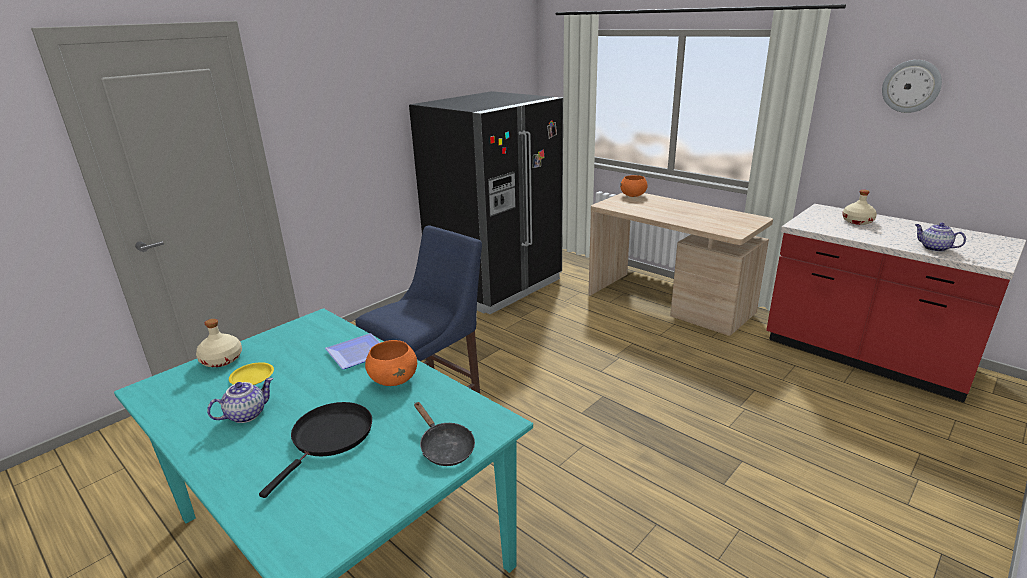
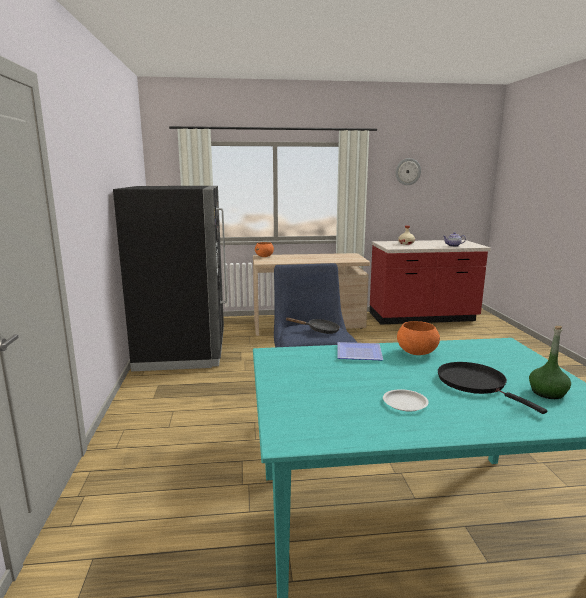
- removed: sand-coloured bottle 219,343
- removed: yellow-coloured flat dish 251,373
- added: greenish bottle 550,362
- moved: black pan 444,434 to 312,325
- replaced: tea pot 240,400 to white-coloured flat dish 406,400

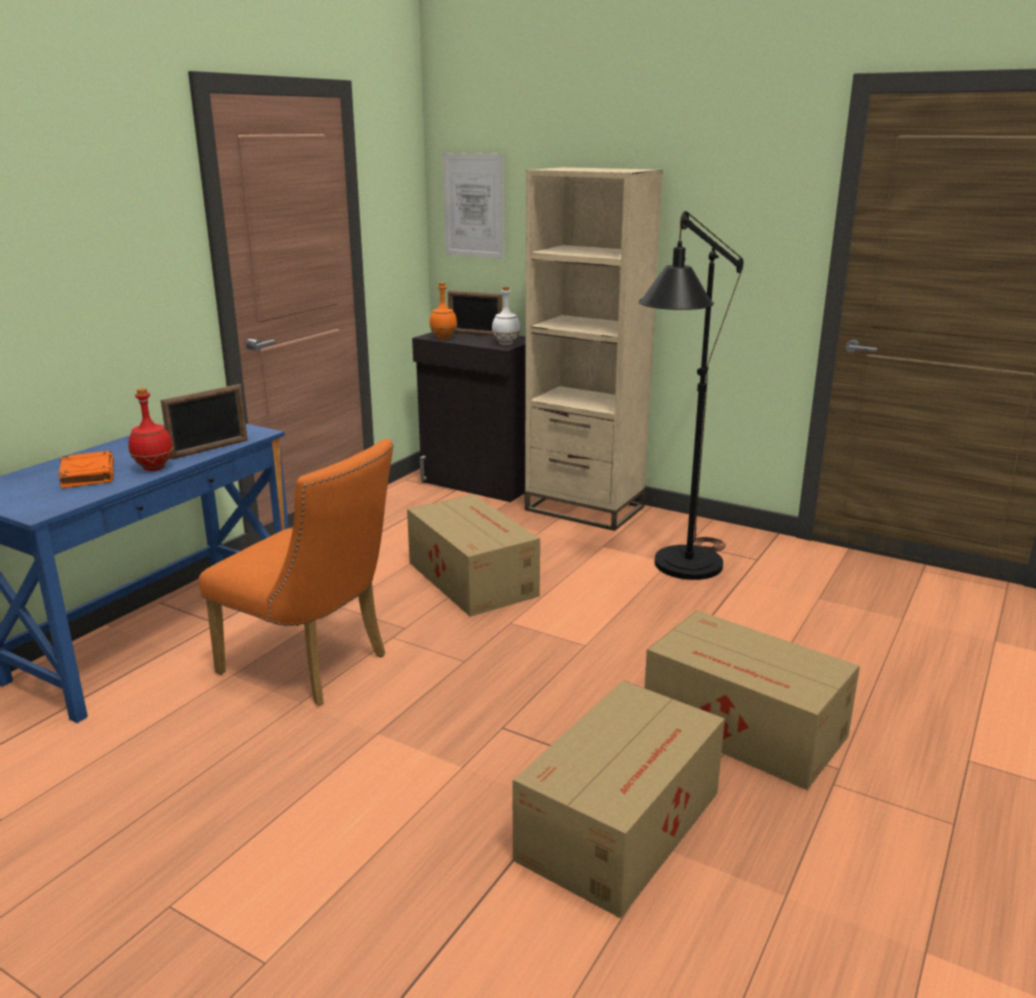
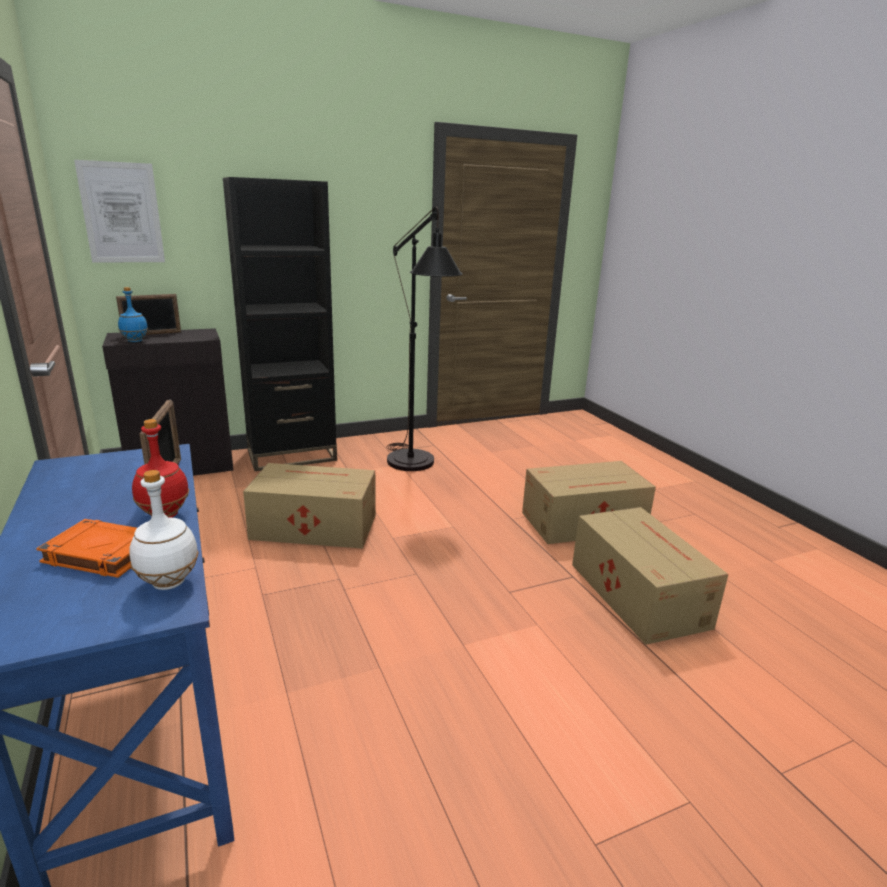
- removed: orangey upright chair 296,572
- moved: white-coloured bottle 506,315 to 164,530
- recoloured: orangey bottle 443,310 to bluish bottle 133,314
- recoloured: sand-coloured shelving unit 594,349 to black shelving unit 280,324

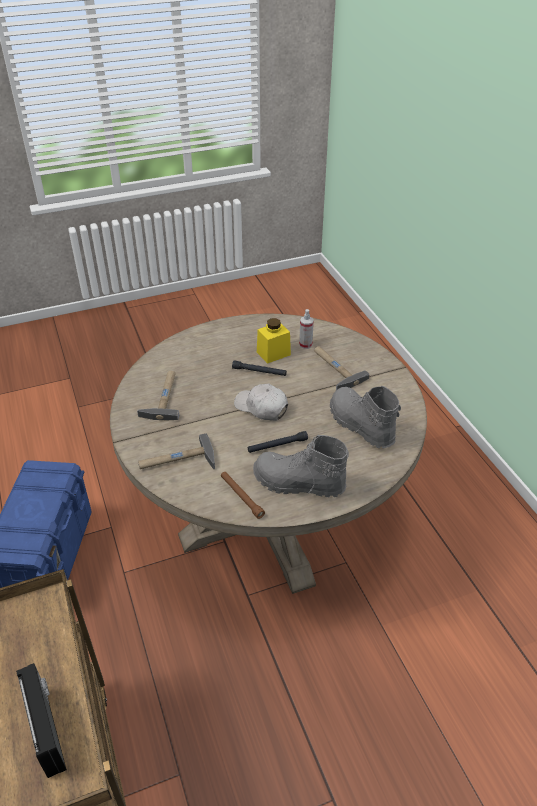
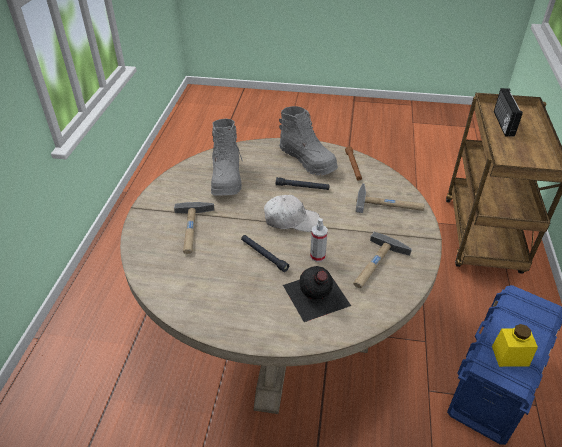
- added: black bottle 317,294
- moved: yellow-coloured storage jar 274,341 to 515,345
- moved: hand sprayer 306,329 to 319,240
- turned: white-coloured cap 261,402 = 292,213 60 degrees counterclockwise

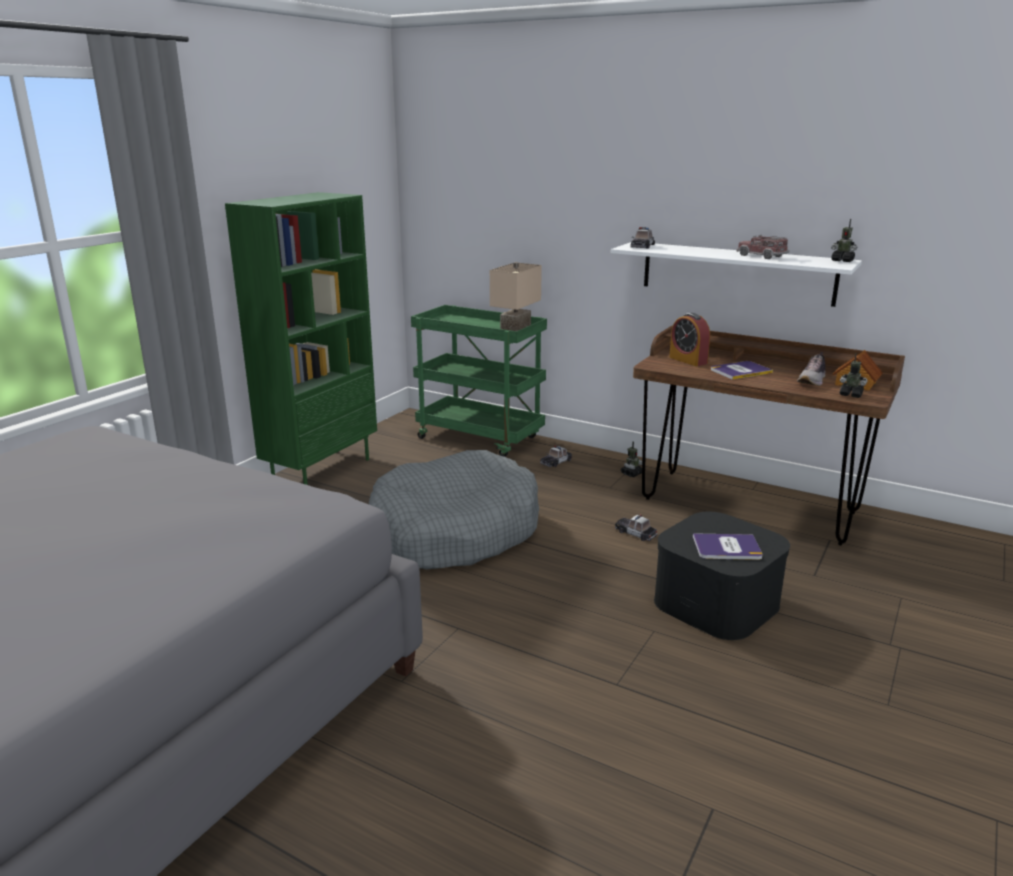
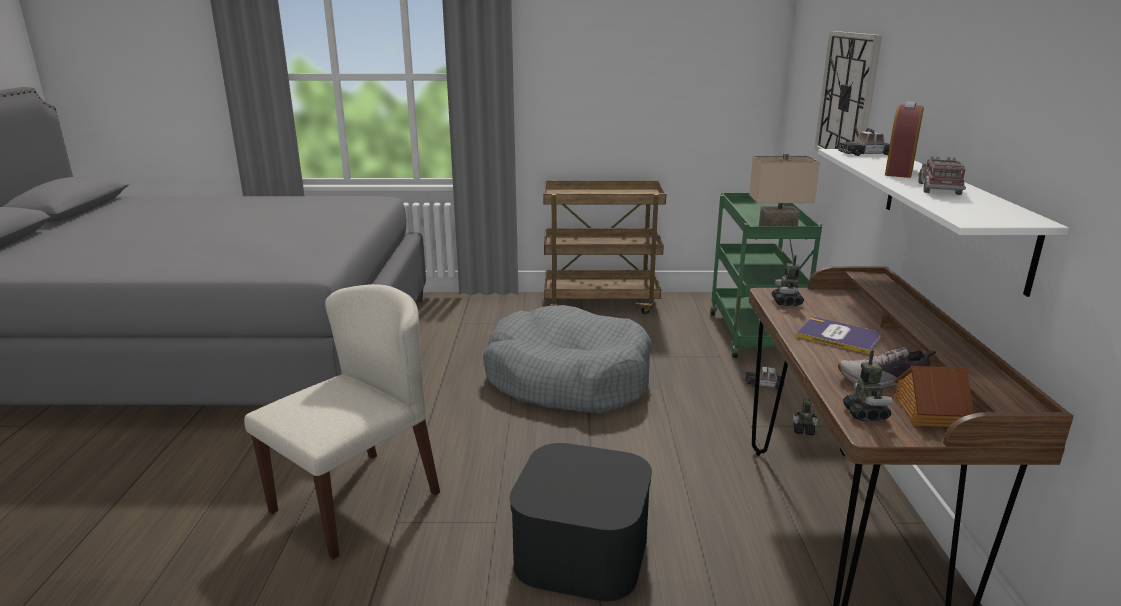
- removed: model car 636,527
- removed: book 728,546
- added: sand-coloured upright chair 342,422
- added: wall clock 848,91
- moved: alarm clock 689,339 to 904,139
- moved: model robot 844,240 to 787,280
- replaced: greenish shelving unit 301,338 to brown trolley 604,247

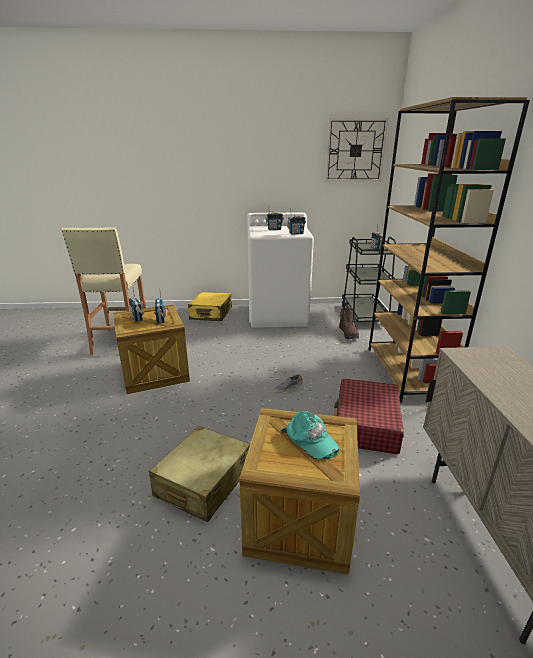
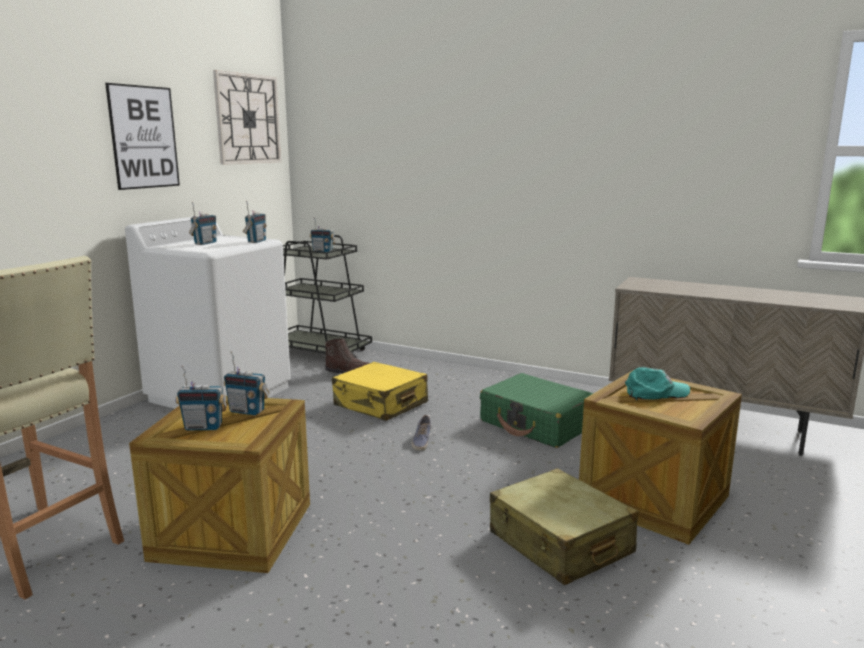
- removed: brown shelving unit 449,249
- added: wall art 142,136
- moved: yellow-coloured travel case 210,306 to 380,391
- recoloured: reddish travel case 369,416 to greenish travel case 536,410

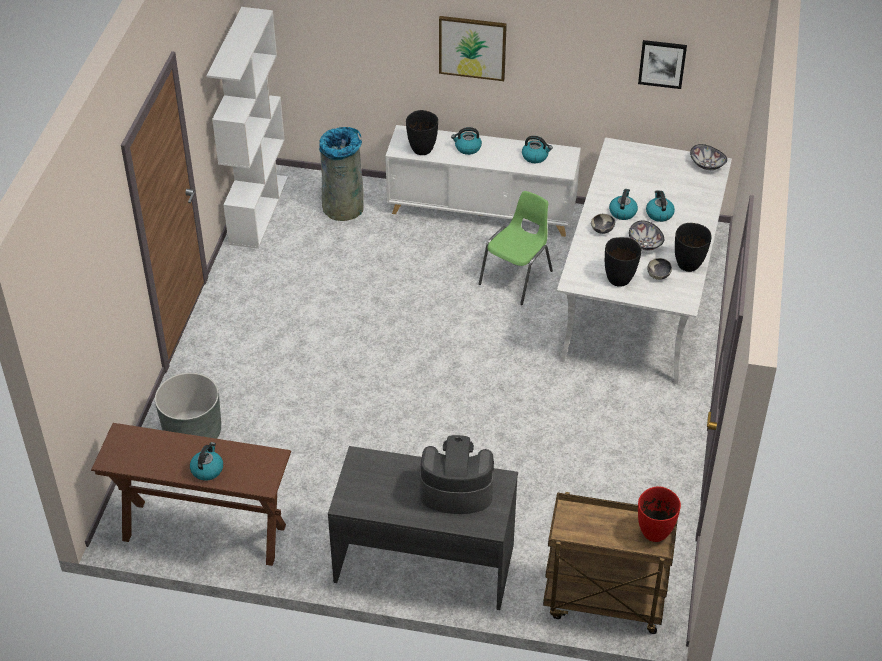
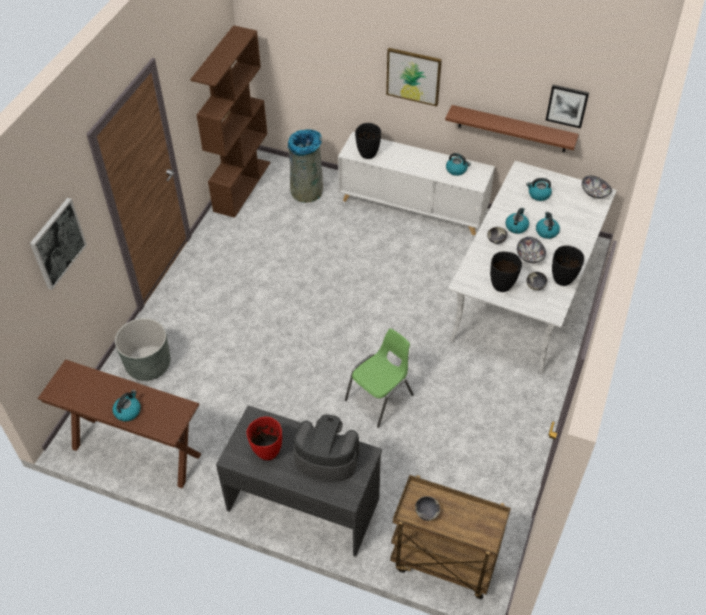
- added: wall art 58,244
- added: serving bowl 427,508
- added: brown shelf 512,128
- moved: water kettle 466,141 to 539,189
- moved: greenish upright chair 516,248 to 379,378
- moved: reddish flower vase 659,514 to 264,438
- recoloured: white-coloured shelving unit 247,128 to brown shelving unit 230,121

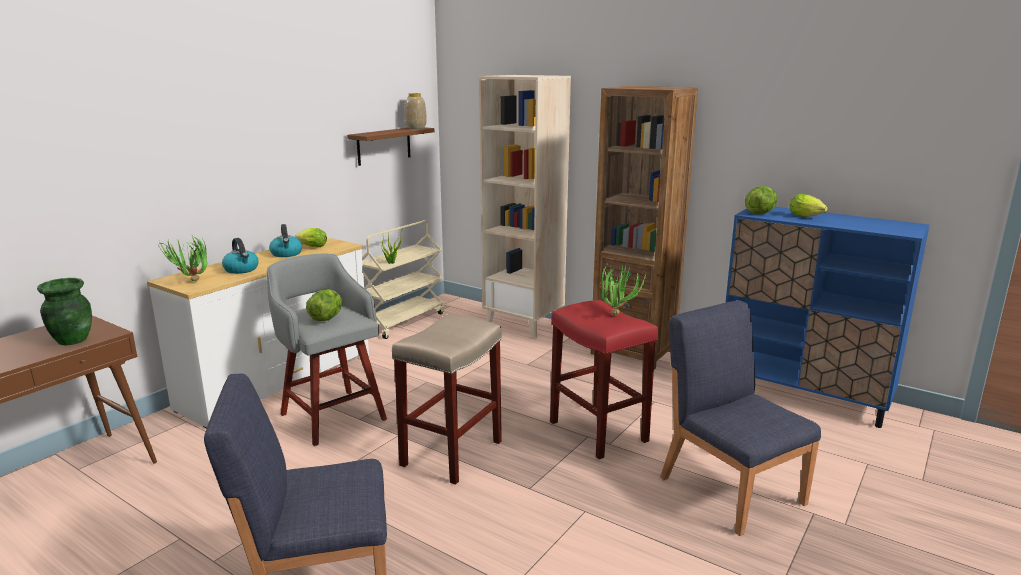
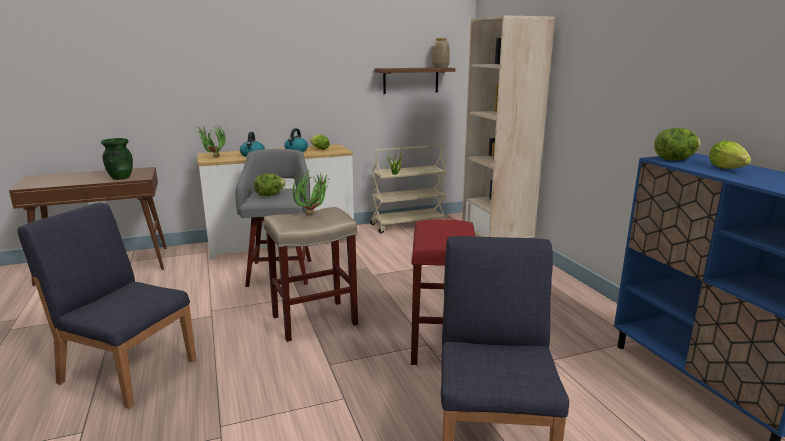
- removed: brown shelving unit 644,228
- moved: plant in a pot 624,290 to 310,193

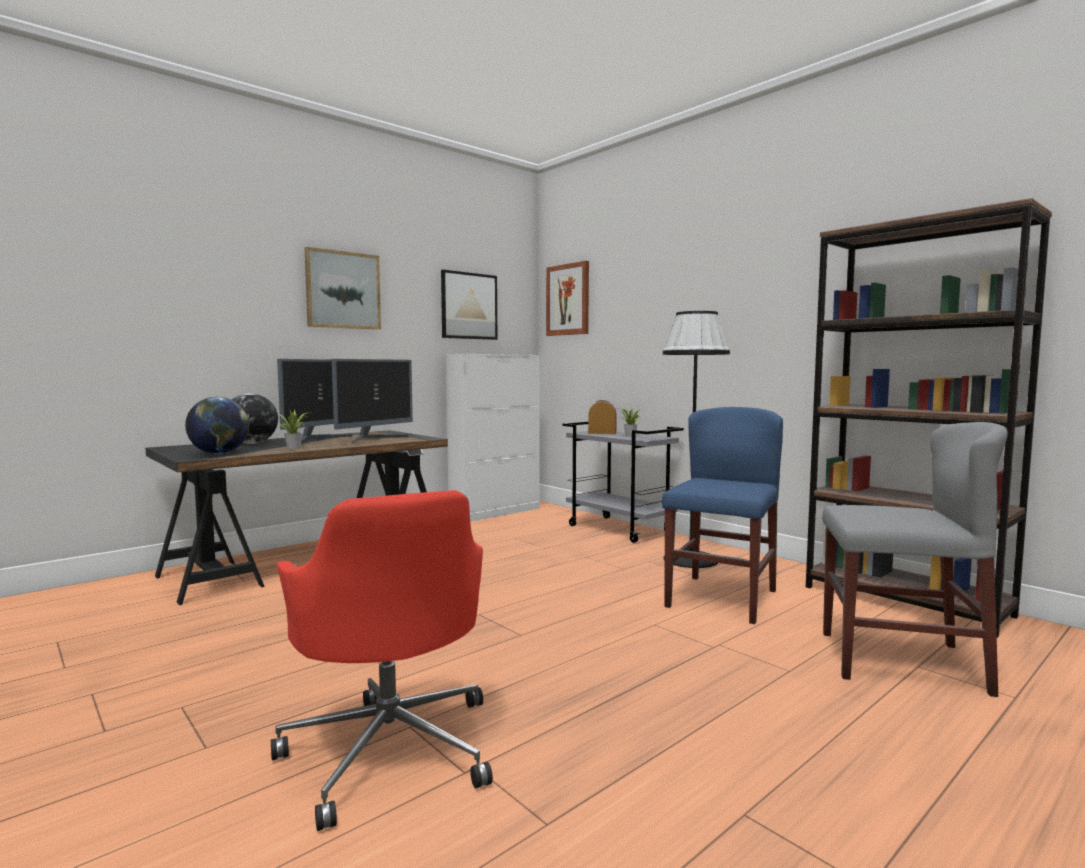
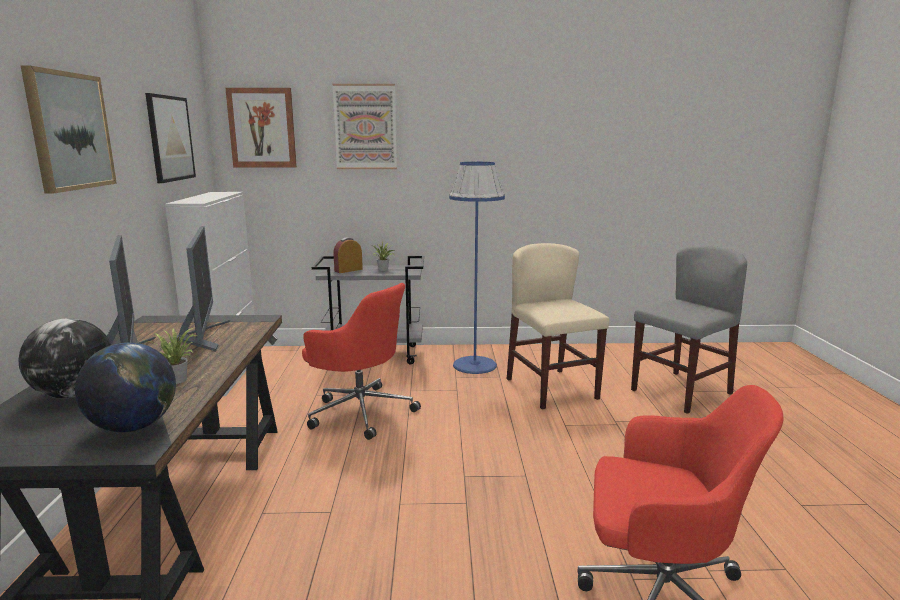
- removed: brown shelving unit 929,418
- added: reddish desk chair 361,361
- added: wall art 364,126
- recoloured: bluish upright chair 722,515 to sand-coloured upright chair 558,326
- recoloured: black standing lamp 696,439 to bluish standing lamp 477,268

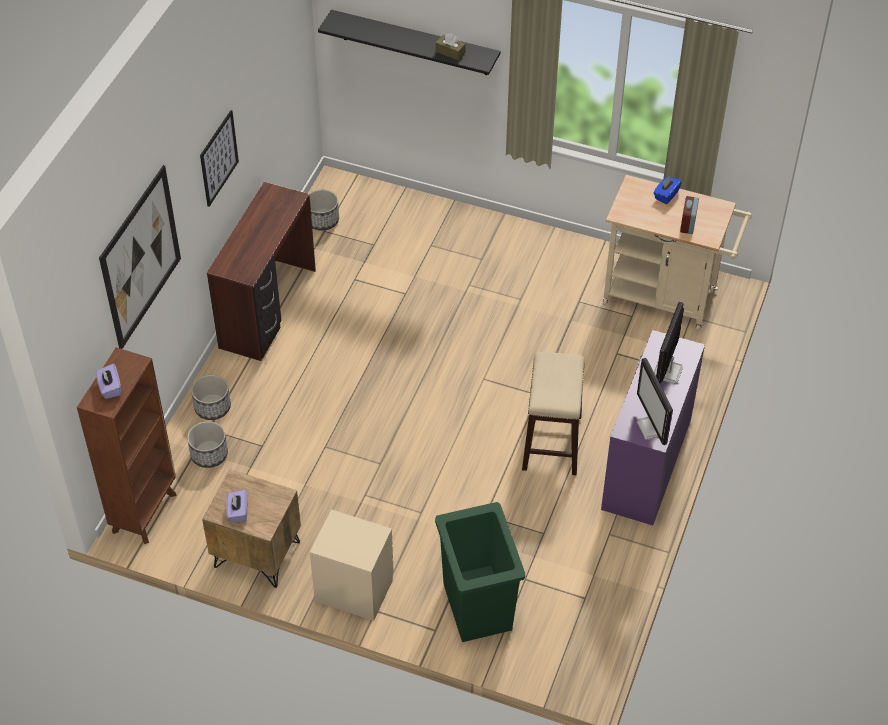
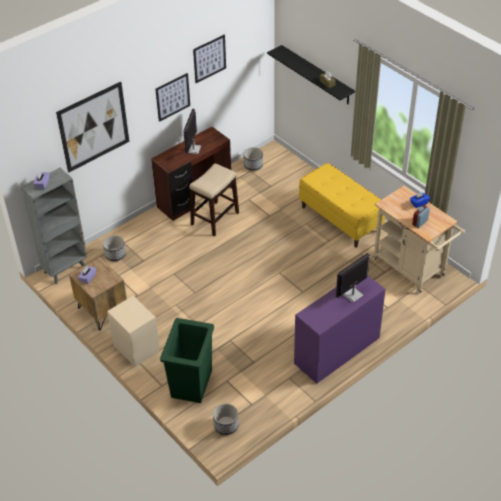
- added: wall art 209,59
- added: yellow-coloured bench 342,205
- moved: flower pot 211,397 to 226,419
- moved: stool seat 553,413 to 214,200
- moved: computer screen 655,401 to 192,131
- recoloured: brown shelving unit 127,445 to gray shelving unit 54,226

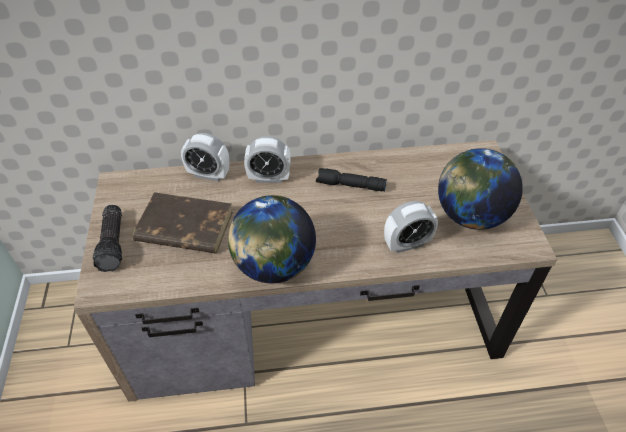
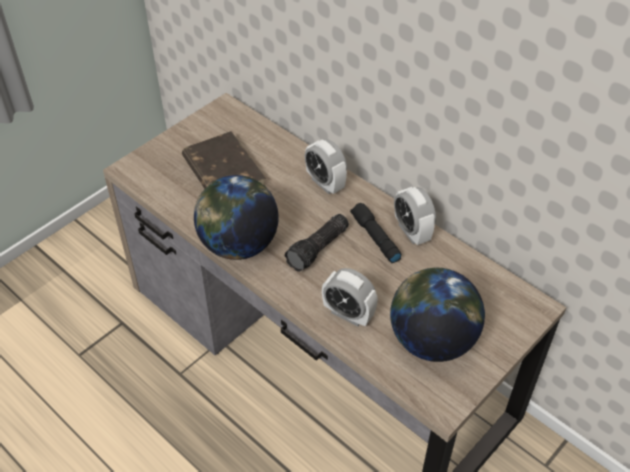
- moved: hand torch 107,238 to 317,243
- moved: alarm clock 205,157 to 415,216

